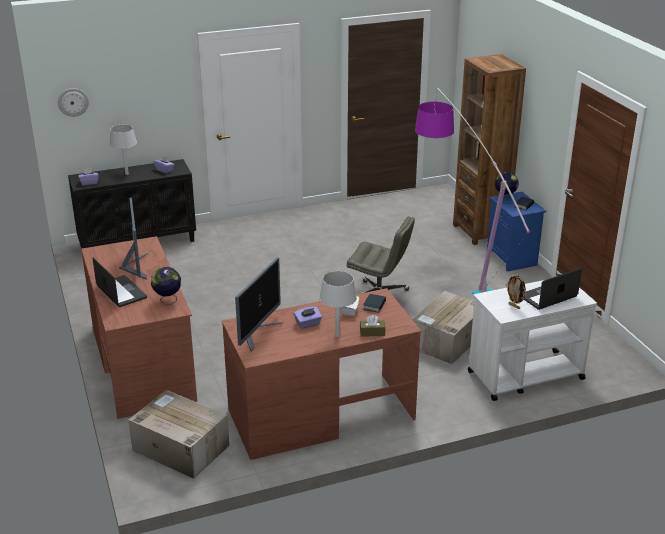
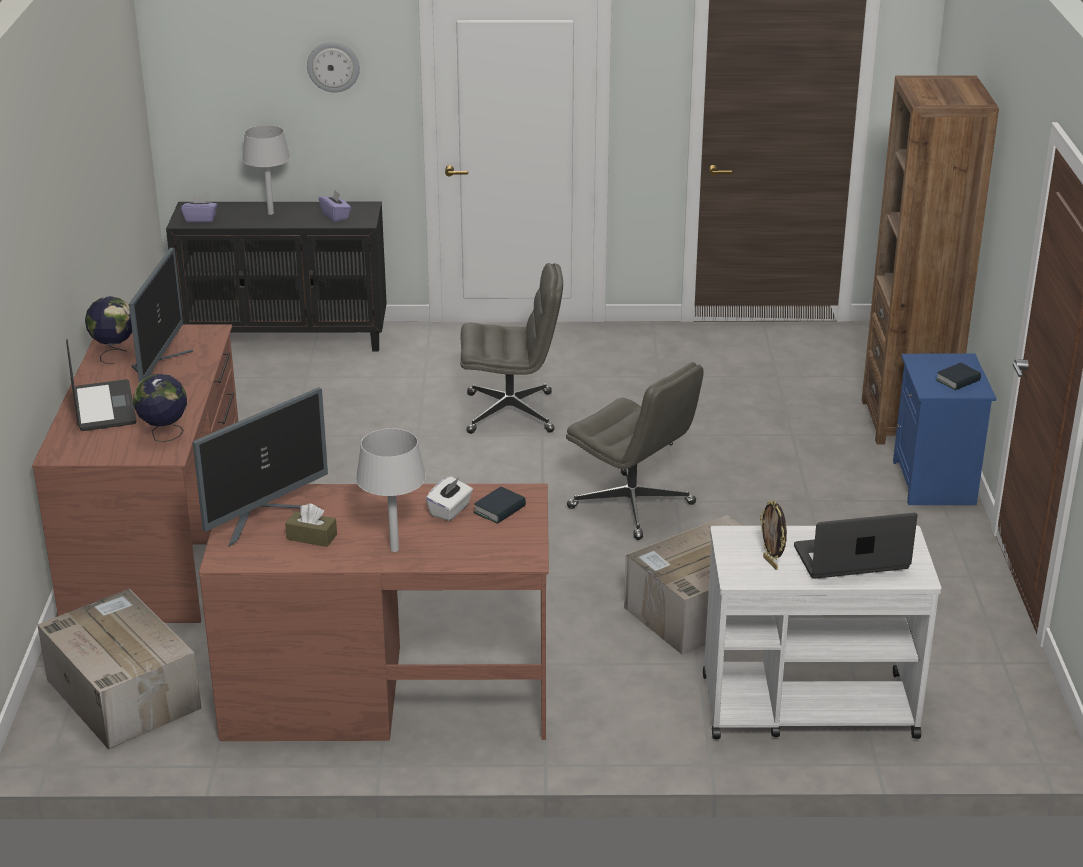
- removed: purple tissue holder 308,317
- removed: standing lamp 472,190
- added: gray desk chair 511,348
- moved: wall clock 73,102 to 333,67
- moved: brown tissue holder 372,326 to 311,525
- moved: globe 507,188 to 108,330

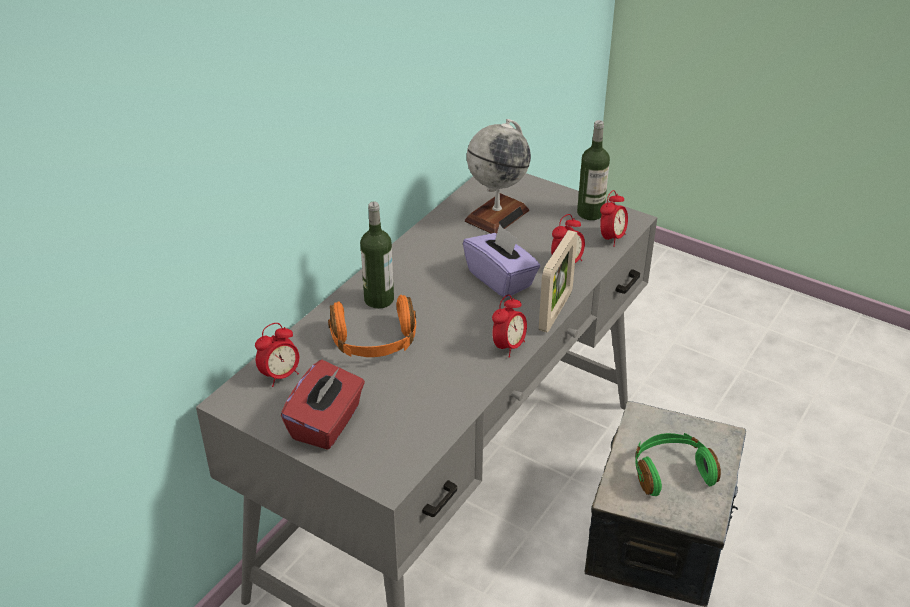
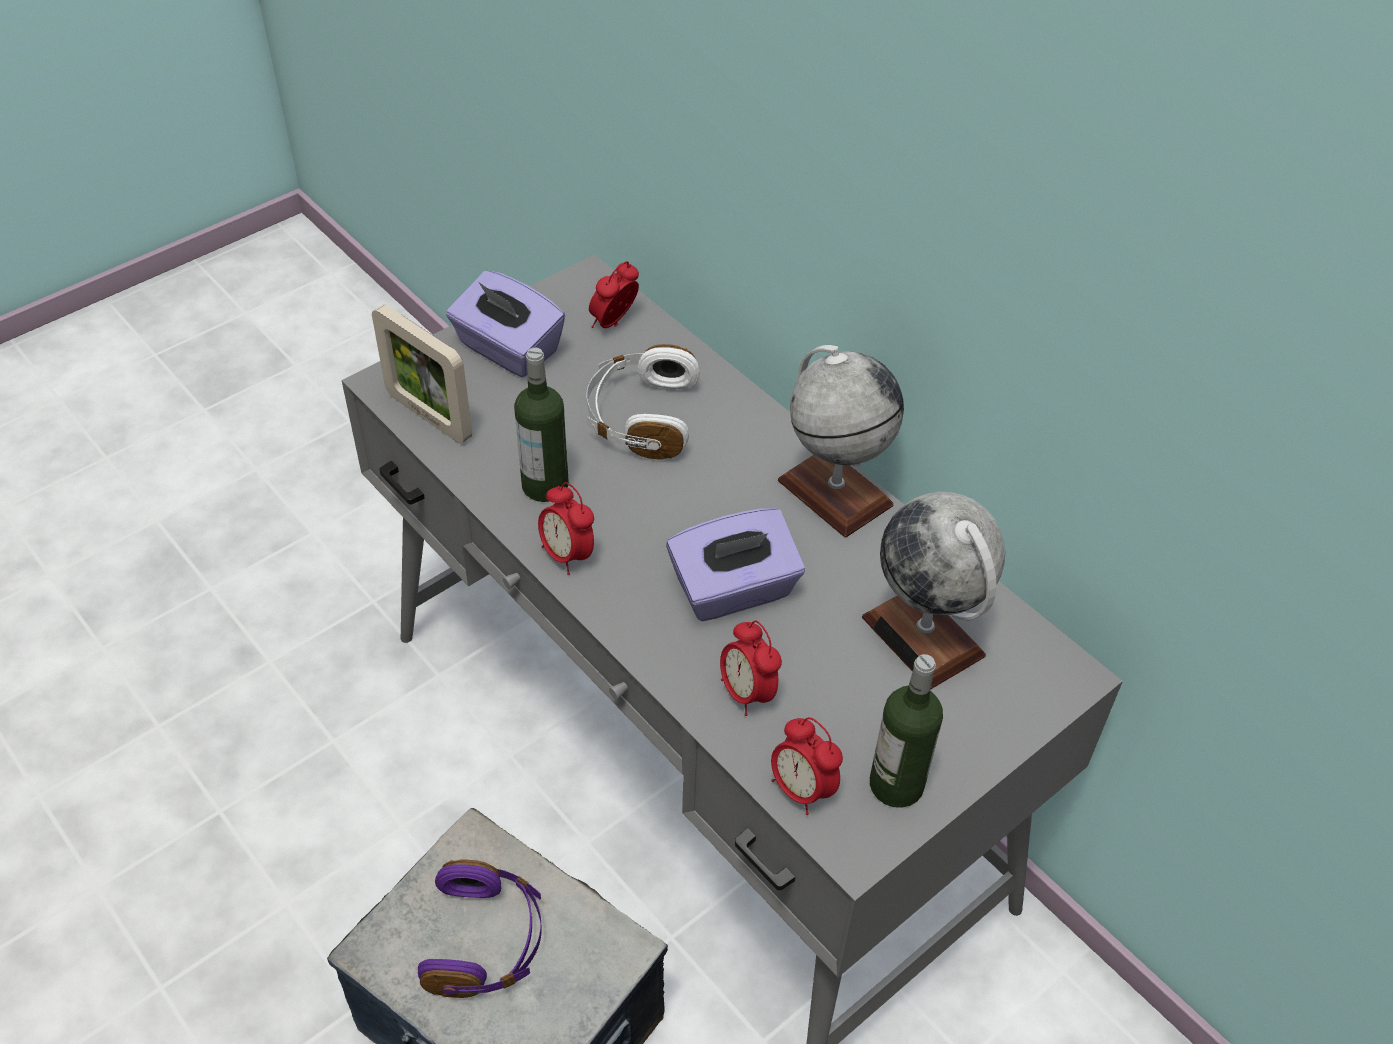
- added: globe 841,441
- moved: bottle 377,255 to 541,425
- moved: standing frame 558,281 to 422,374
- recoloured: reddish tissue holder 323,405 to purple tissue holder 505,324
- recoloured: orangey headphones 372,326 to white-coloured headphones 643,401
- recoloured: greenish headphones 678,464 to purple headphones 480,928
- turned: alarm clock 277,355 = 614,294 60 degrees clockwise

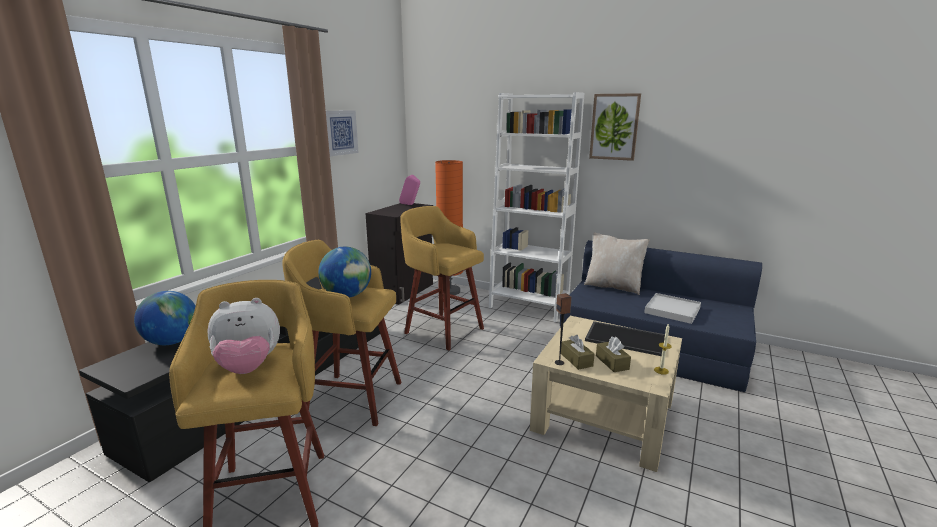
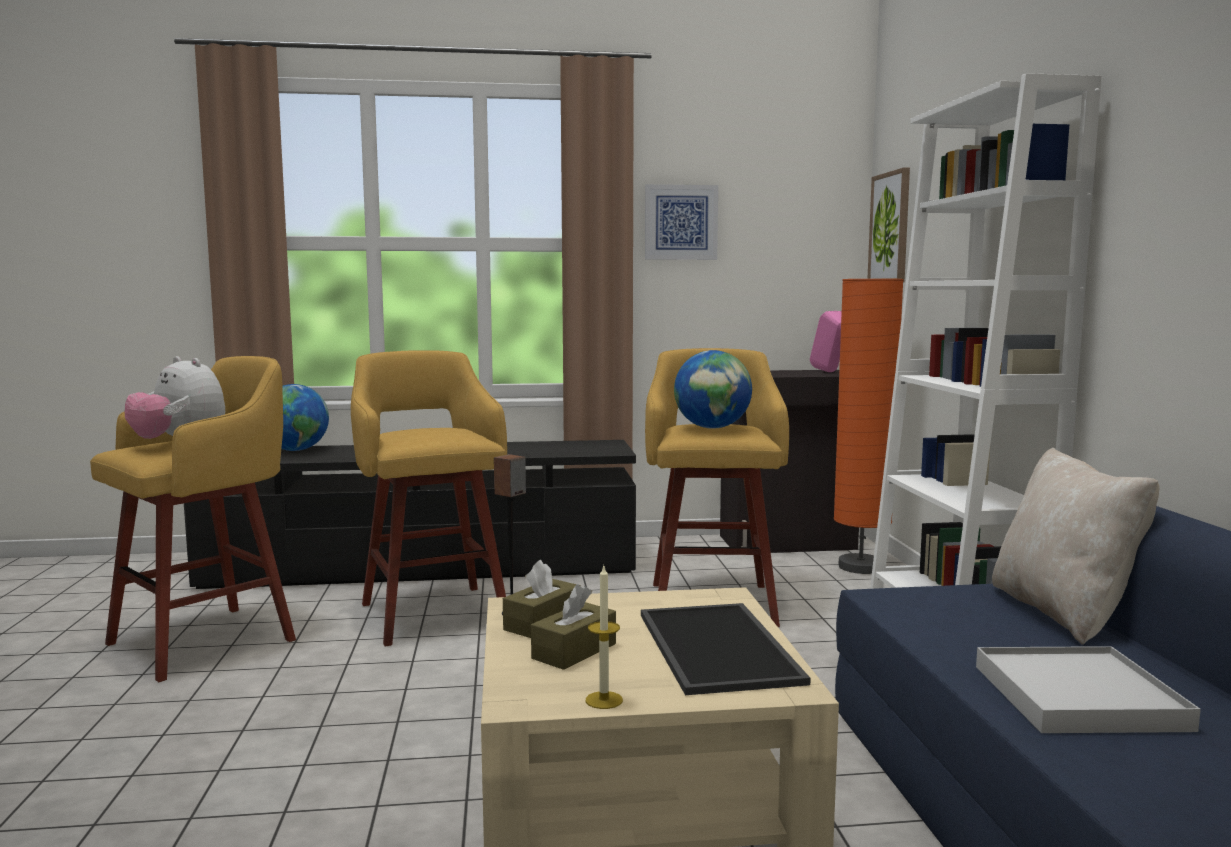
- moved: globe 345,272 to 713,389
- moved: wall art 615,127 to 888,225

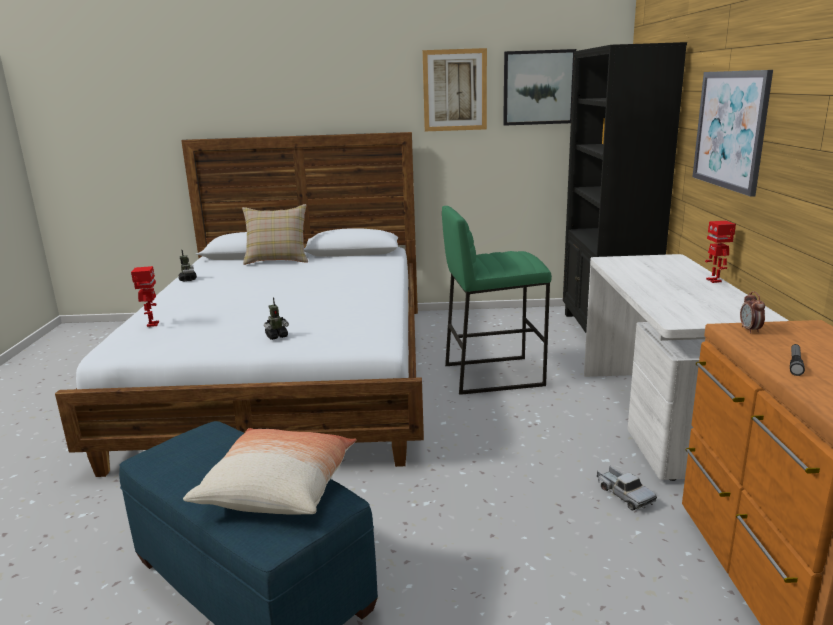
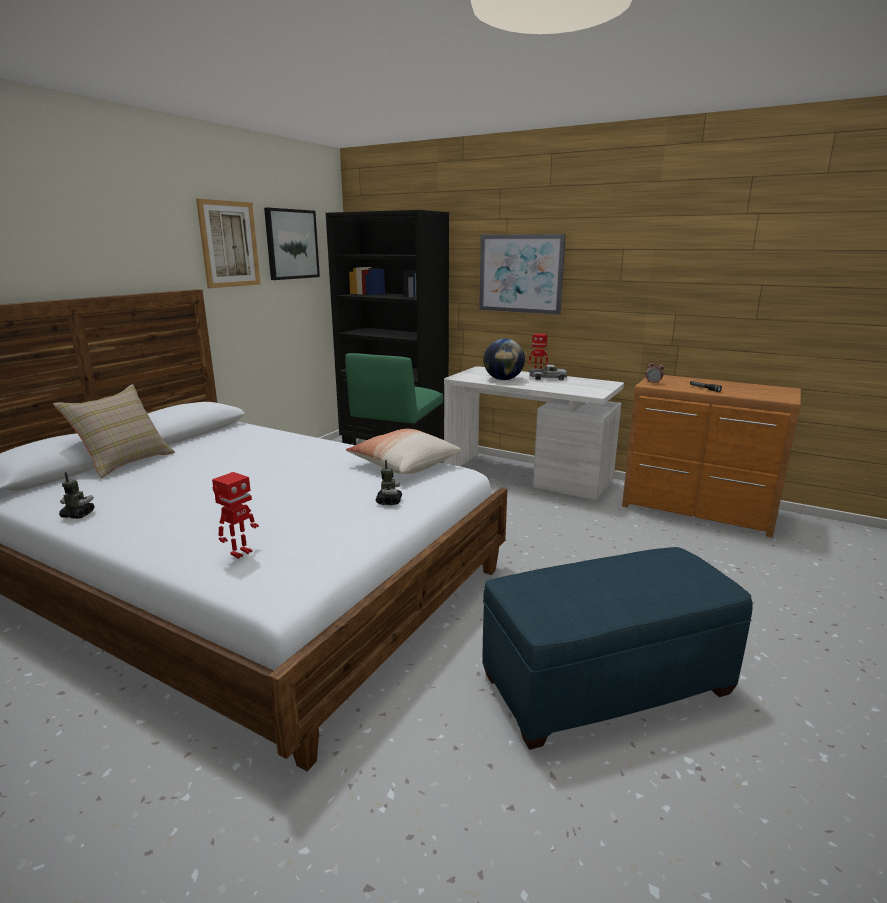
- added: globe 504,359
- moved: pillow 270,471 to 403,451
- moved: toy truck 627,488 to 548,372
- turned: model robot 145,296 = 235,515 105 degrees clockwise

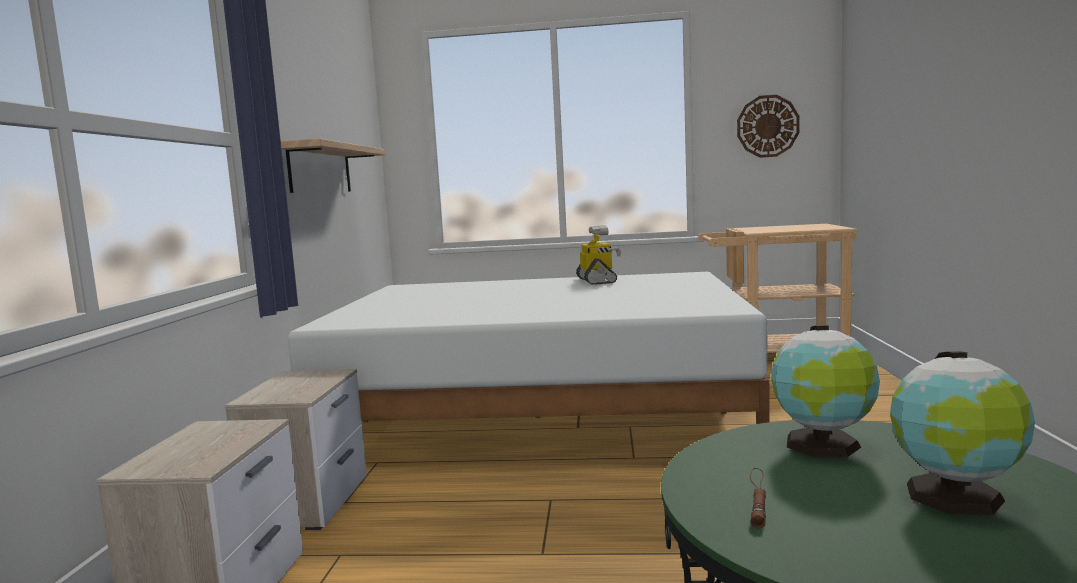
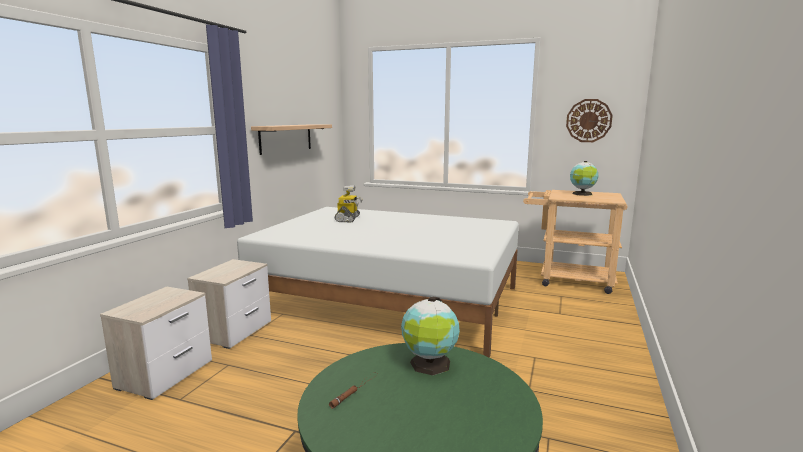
- moved: model robot 599,255 to 349,203
- moved: globe 962,433 to 584,178

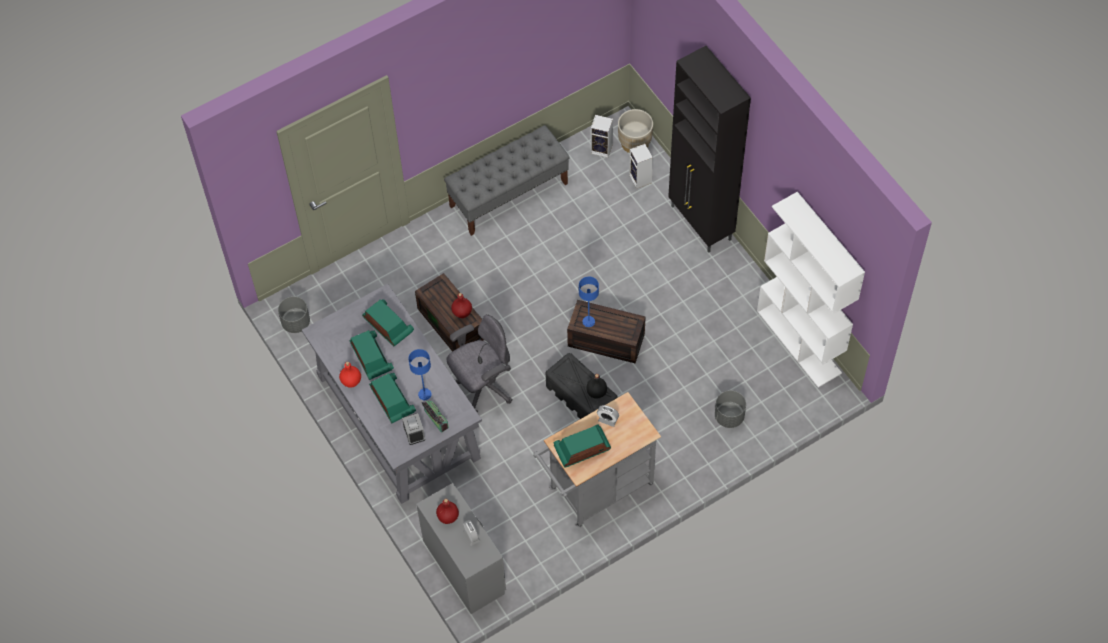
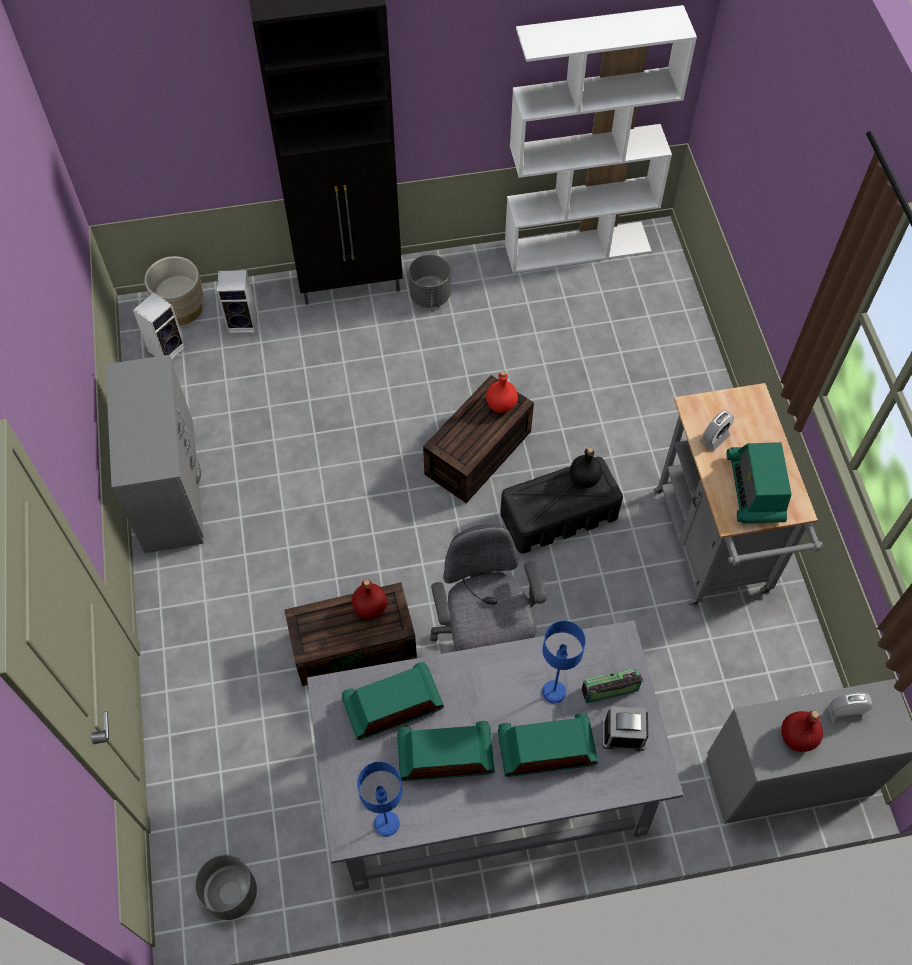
- moved: reddish bottle 350,375 to 502,392
- moved: bluish table lamp 589,302 to 379,799
- moved: gray flower pot 730,409 to 430,281
- replaced: gray bench 507,180 to gray dresser 154,454

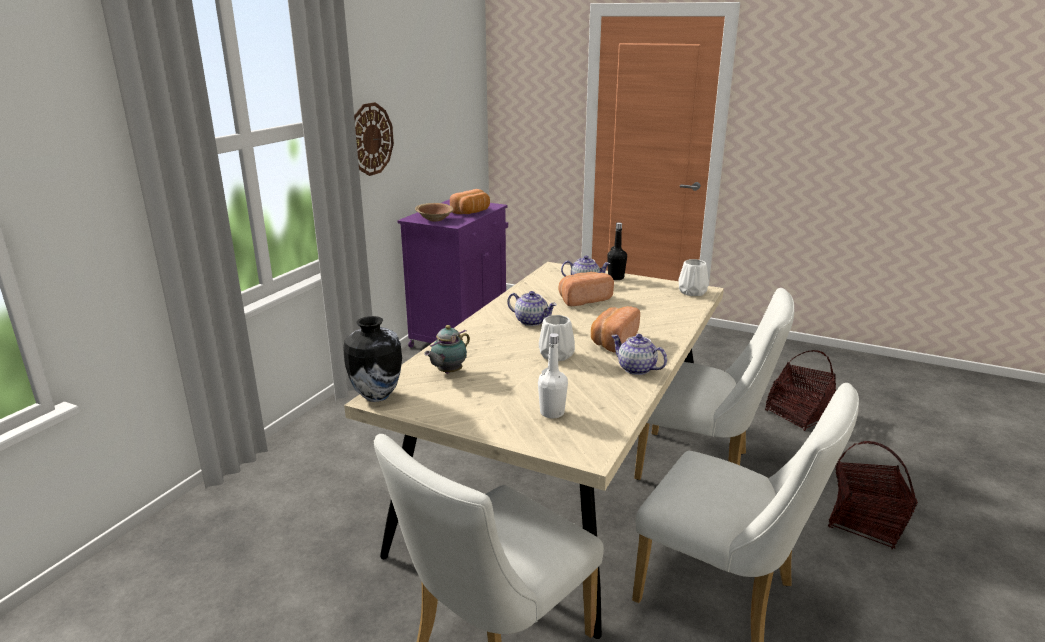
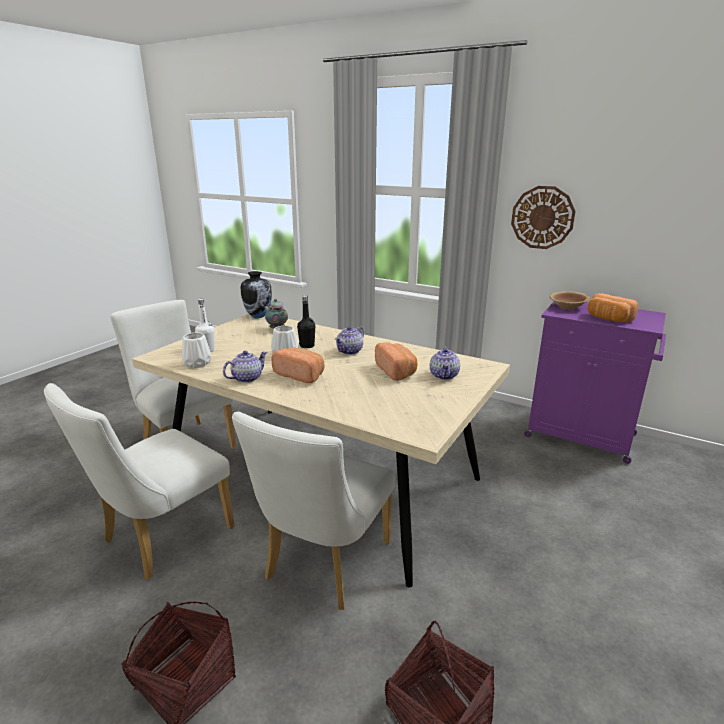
- moved: black bottle 617,251 to 306,321
- moved: white-coloured flower vase 693,277 to 196,350

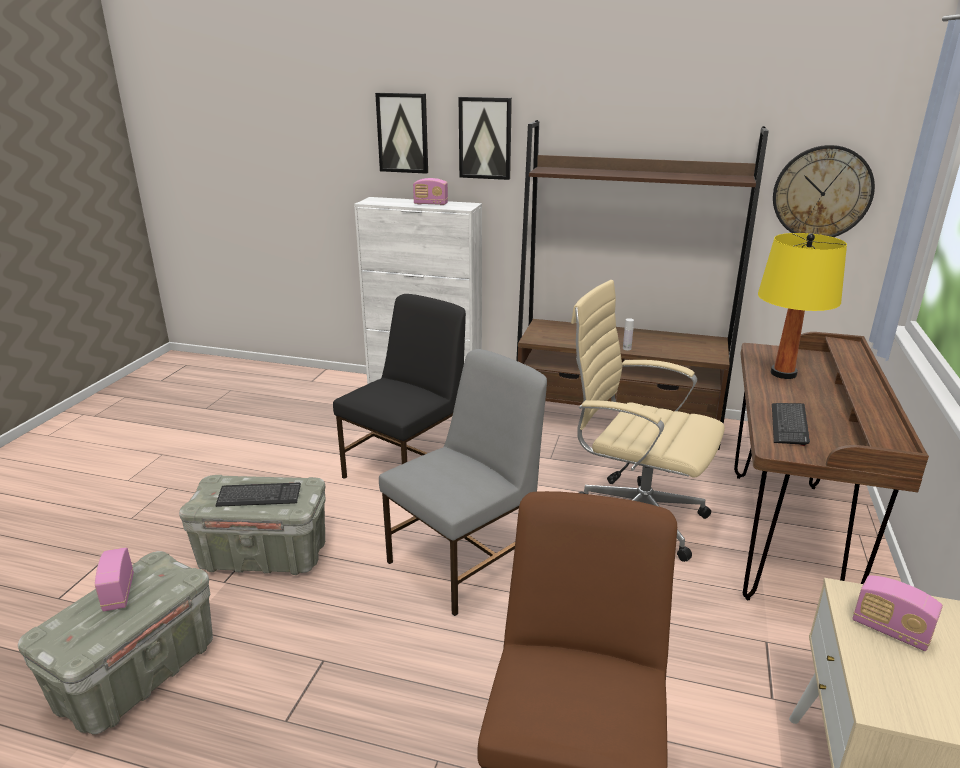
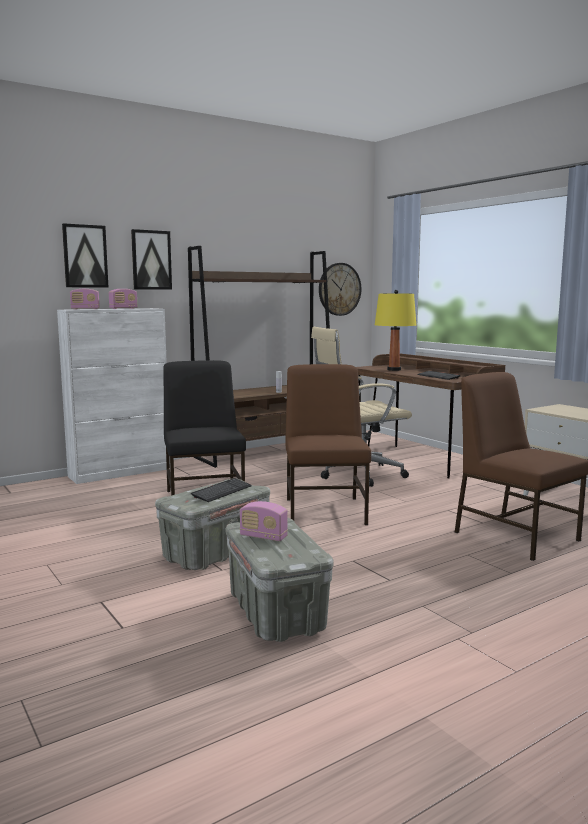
- moved: radio set 898,613 to 85,299
- recoloured: gray upright chair 463,482 to brown upright chair 328,444

